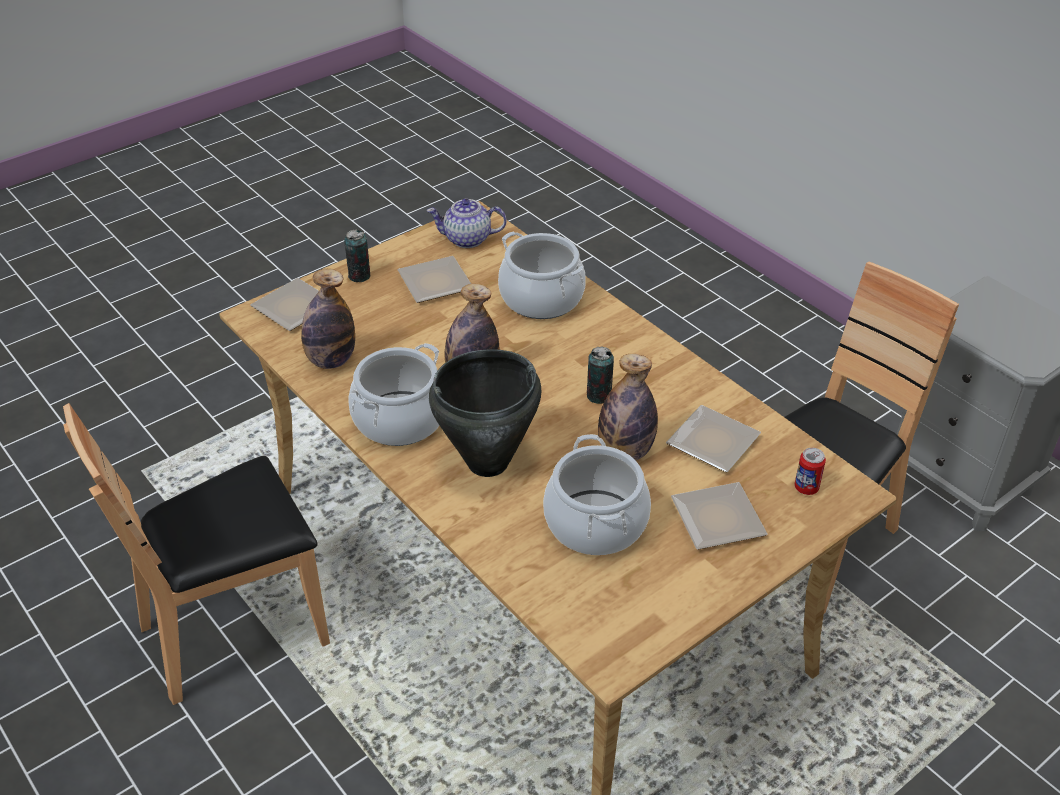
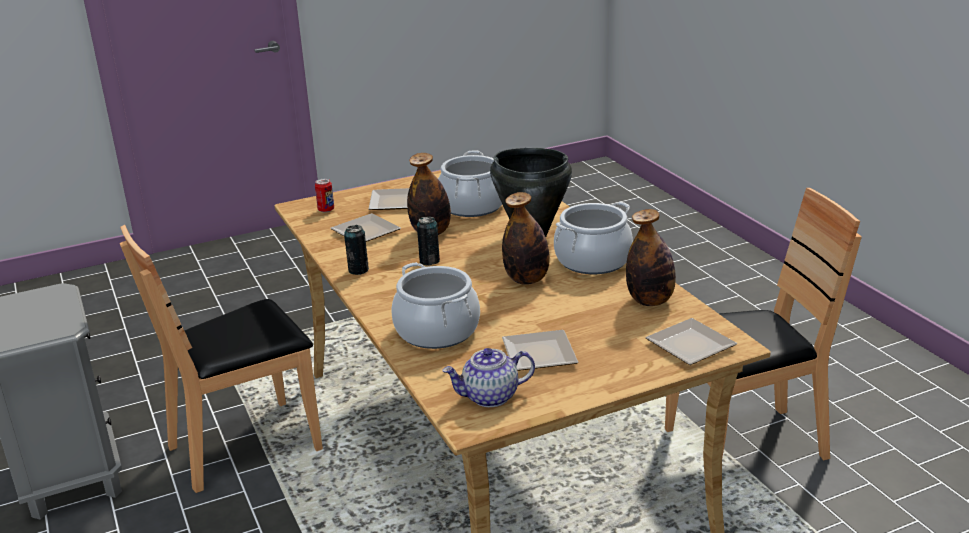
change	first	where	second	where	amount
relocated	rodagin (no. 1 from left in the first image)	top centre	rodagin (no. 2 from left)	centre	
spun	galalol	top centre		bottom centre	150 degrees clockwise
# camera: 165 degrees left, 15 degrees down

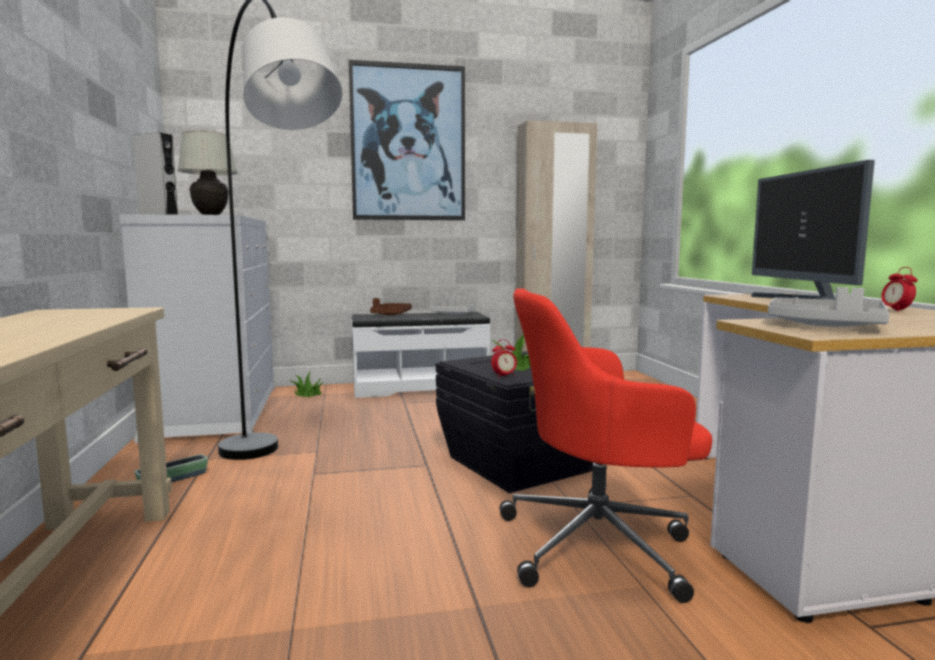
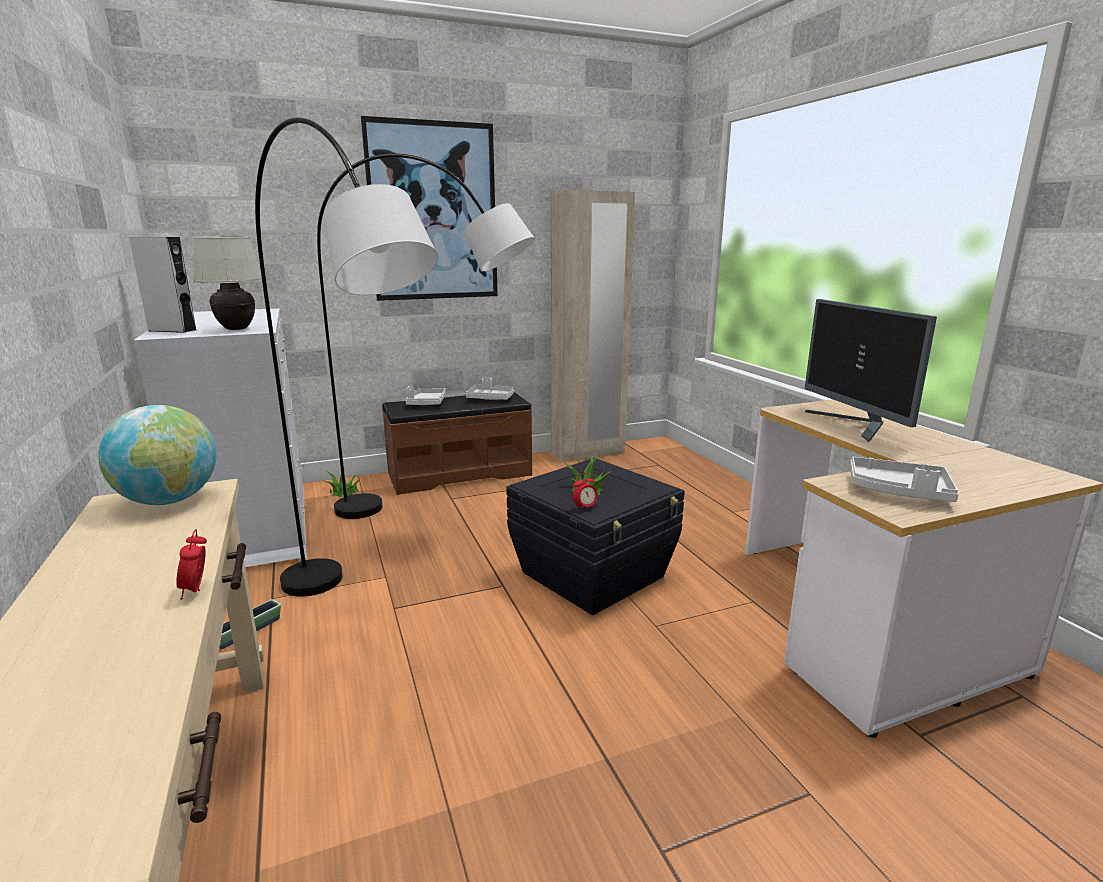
change	first	where	second	where	amount
appeared			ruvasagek	middle left	
relocated	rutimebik (no. 2 from left in the first image)	middle right	rutimebik (no. 1 from left)	middle left	
appeared			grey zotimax (no. 2 from left)	centre	
colour	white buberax	centre	brown buberax	centre	
colour	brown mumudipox	centre	grey mumudipox (no. 1 from left)	centre	
missing	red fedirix	bottom centre			
# camera: 10 degrees left, 10 degrees up

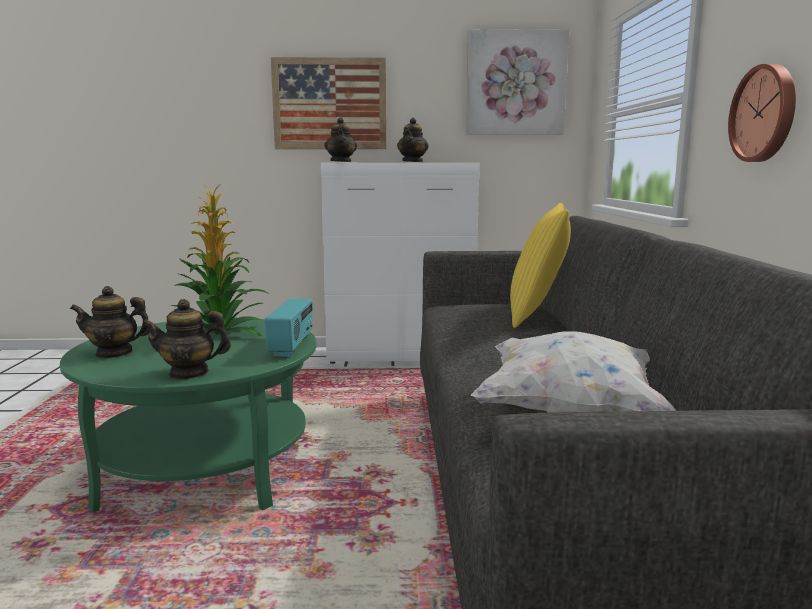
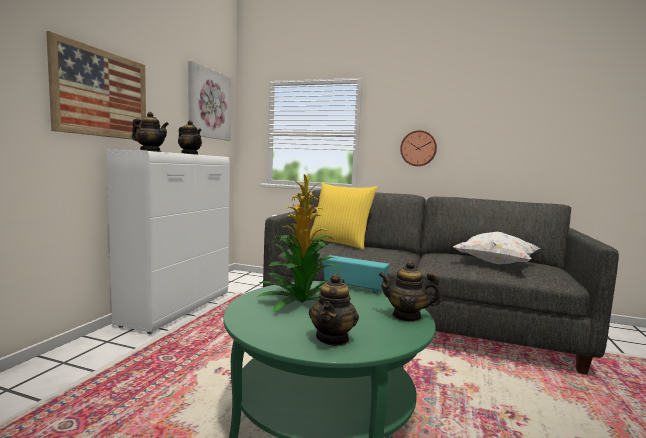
change	first	where	second	where	amount
spun	galalol (no. 2 from left in the first image)	middle left	galalol (no. 4 from left)	centre	90 degrees clockwise
# camera: 70 degrees left, 5 degrees down

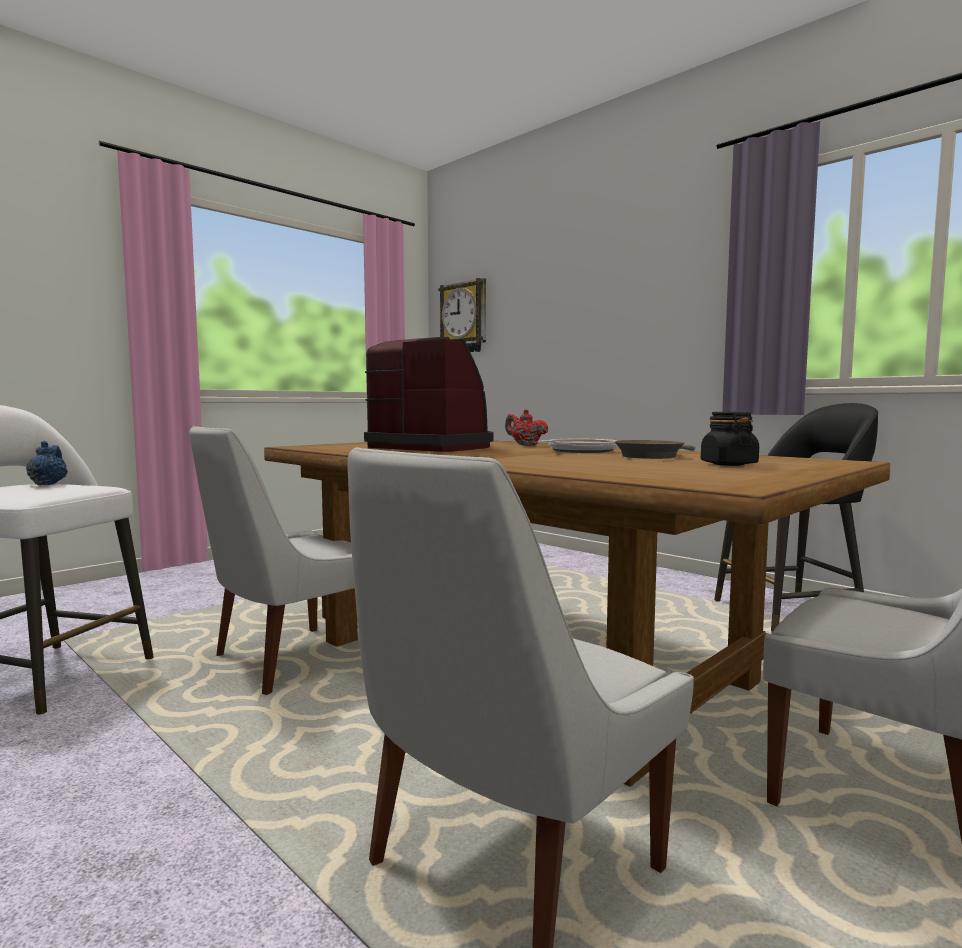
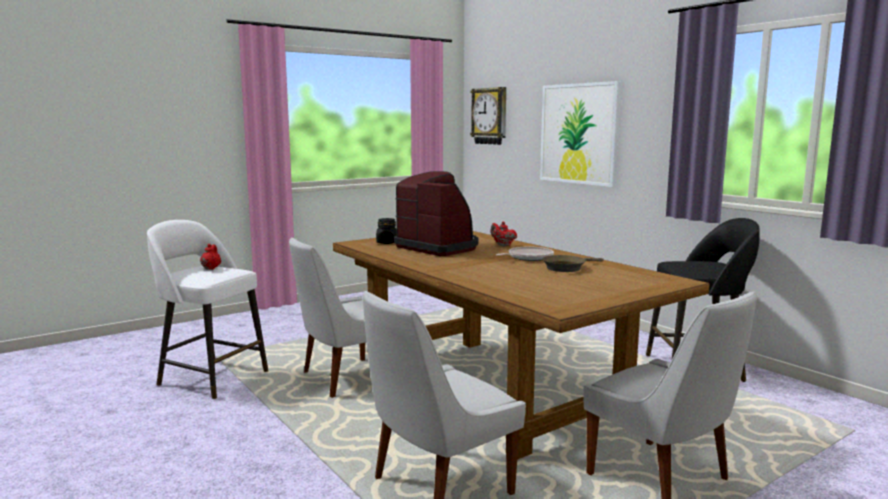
change	first	where	second	where	amount
colour	blue galalol	middle left	red galalol (no. 1 from left)	middle left	
relocated	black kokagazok	middle right		centre	
appeared			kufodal	top centre	
# camera: 10 degrees right, 5 degrees up

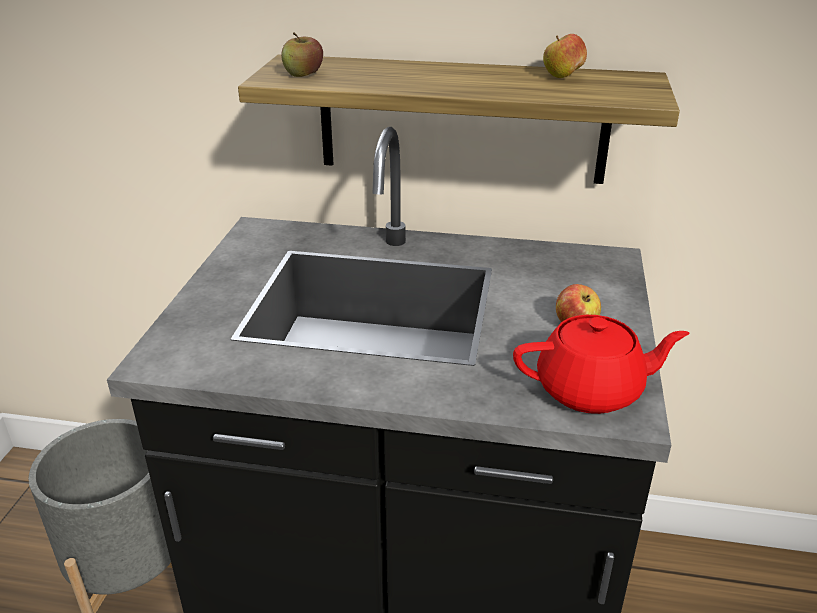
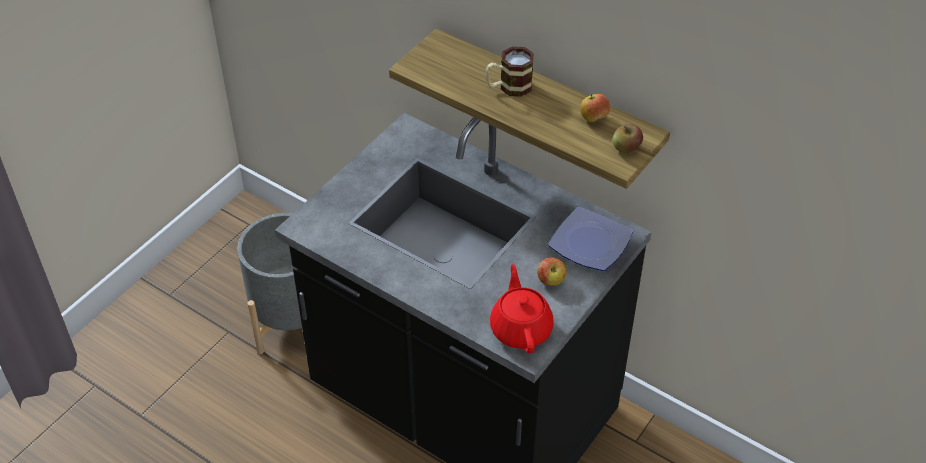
change	first	where	second	where	amount
appeared			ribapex	top centre	
spun	red galalol	middle right		centre	120 degrees counterclockwise
appeared			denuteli	centre	
relocated	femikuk (no. 1 from left in the first image)	top centre	femikuk (no. 3 from left)	top right	
# camera: 25 degrees right, 15 degrees up

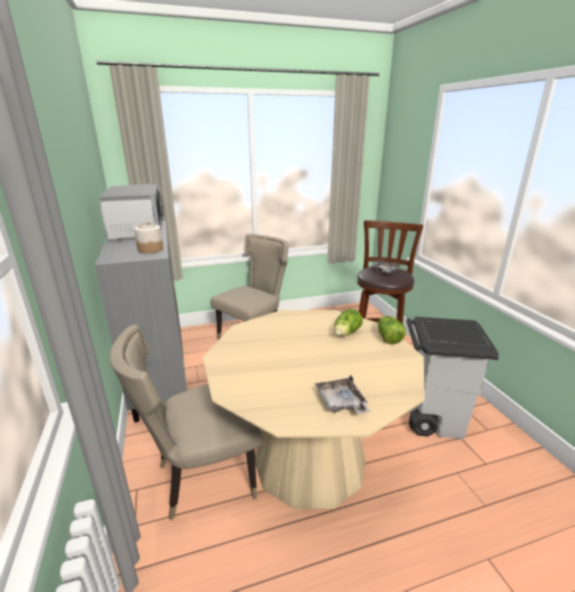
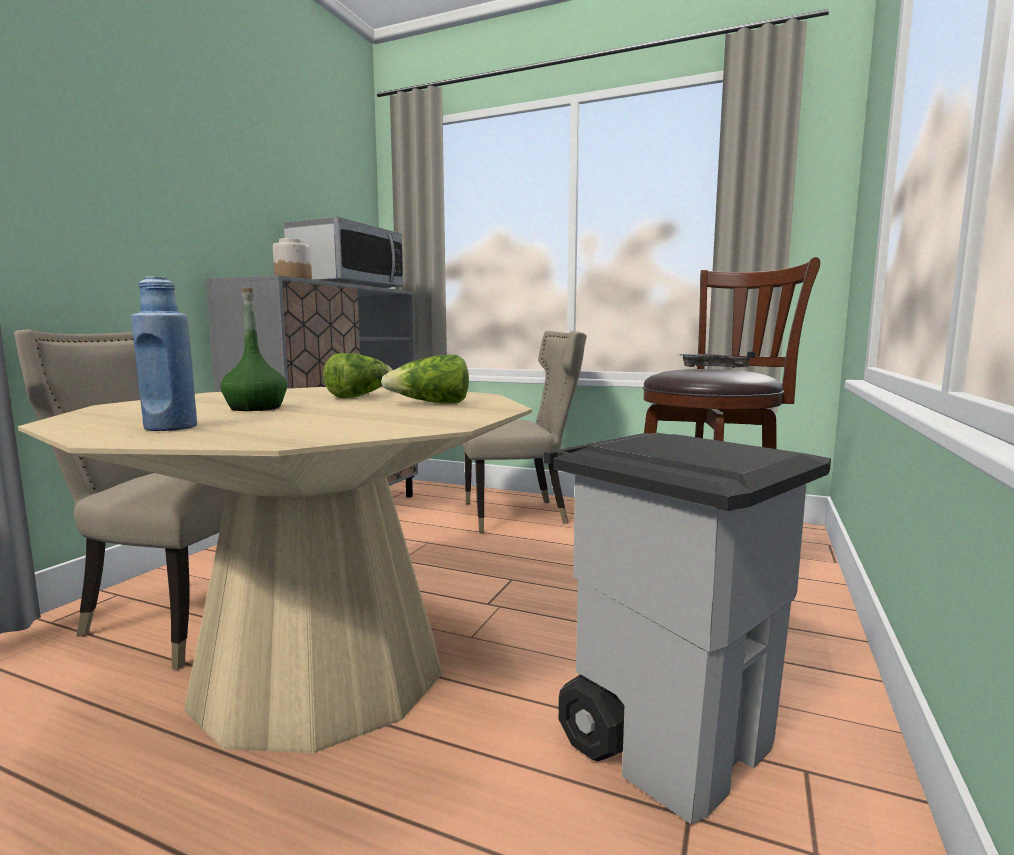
change	first	where	second	where	amount
exchanged	grey mumudipox (no. 1 from left)	centre	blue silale	middle left	
appeared			green silale	middle left	
relocated	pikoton (no. 2 from left in the first image)	middle right	pikoton (no. 1 from left)	centre	
# camera: 40 degrees right, 15 degrees down

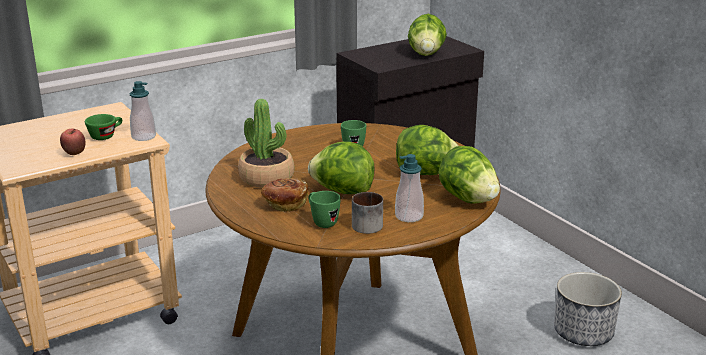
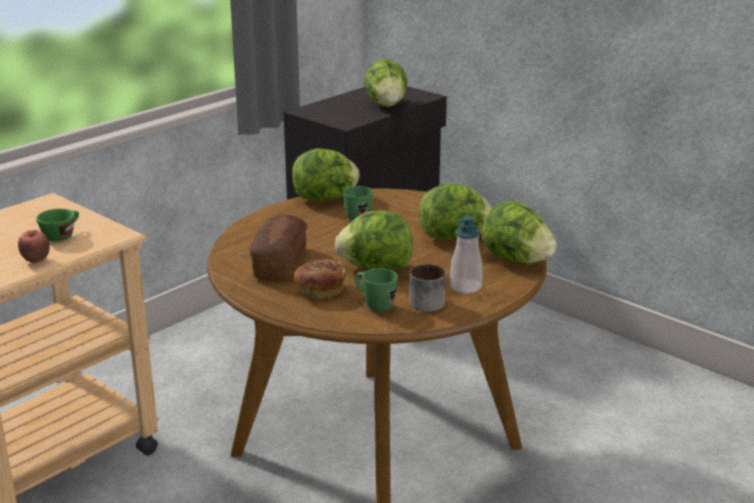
change	first	where	second	where	amount
exchanged	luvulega	centre	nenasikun (no. 1 from left)	centre	
appeared			pikoton (no. 1 from left)	centre	
missing	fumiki (no. 1 from left)	top left			
missing	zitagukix	bottom right			
# camera: 15 degrees left, 0 degrees up

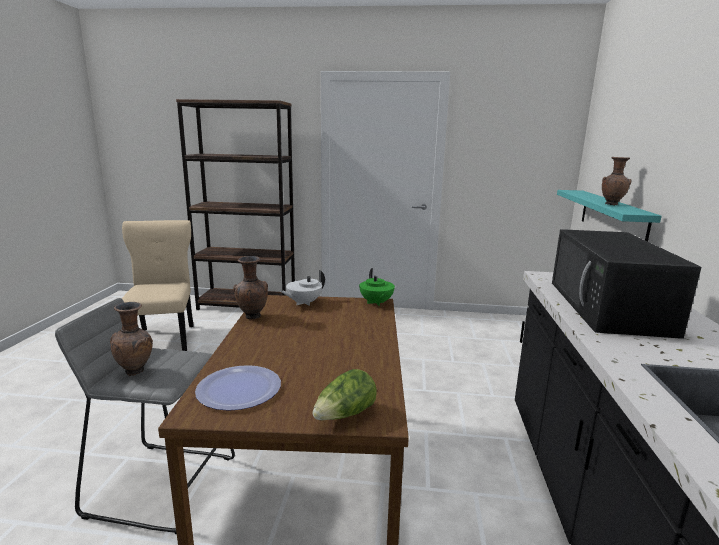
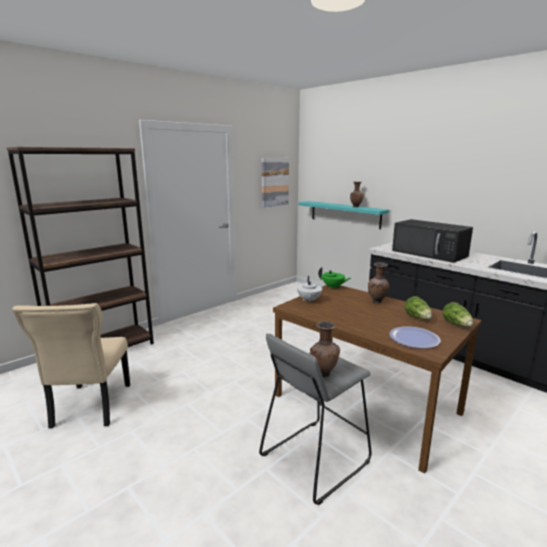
change	first	where	second	where	amount
spun	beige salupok	middle left		bottom left	120 degrees counterclockwise
appeared			kufodal	top centre	
relocated	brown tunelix (no. 2 from left in the first image)	centre	brown tunelix (no. 3 from left)	middle right	
appeared			pikoton (no. 1 from left)	middle right	
# camera: 50 degrees left, 0 degrees up

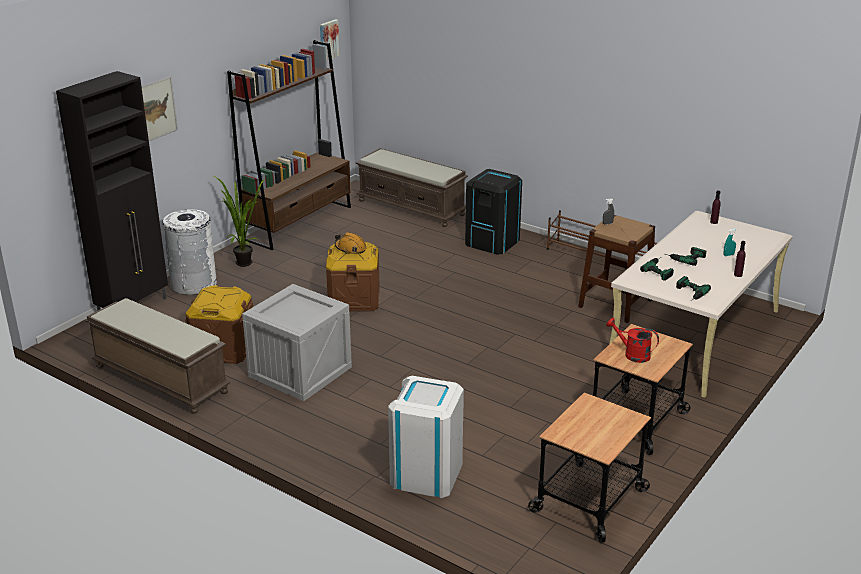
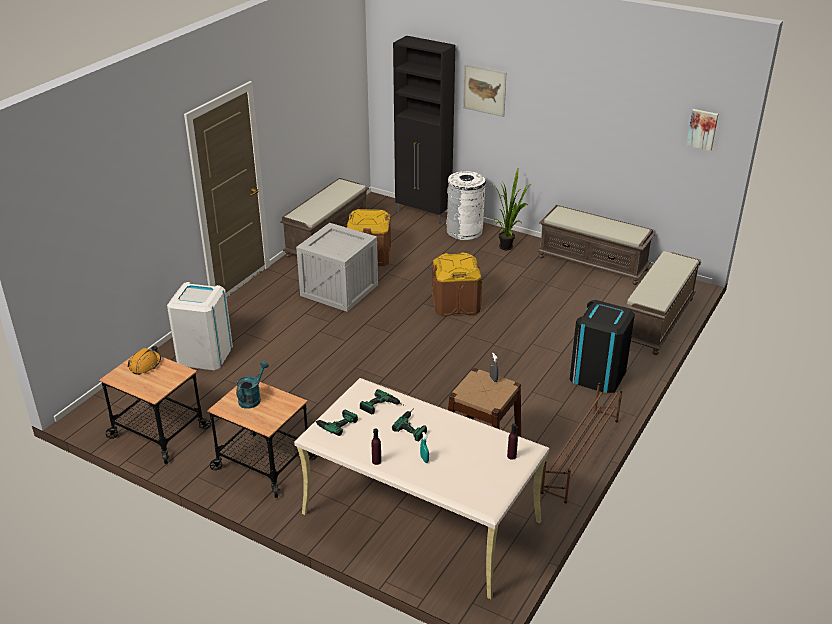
change	first	where	second	where	amount
relocated	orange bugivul	centre		middle left	
colour	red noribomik	middle right	turquoise noribomik	middle left	
exchanged	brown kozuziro	top centre	brown buberax (no. 2 from left)	middle right	
# camera: 85 degrees right, 5 degrees up

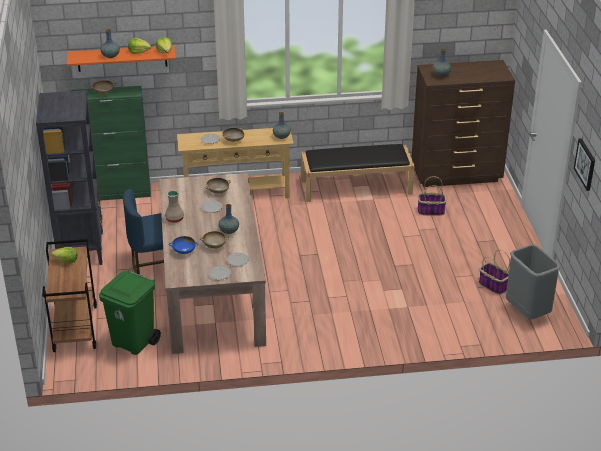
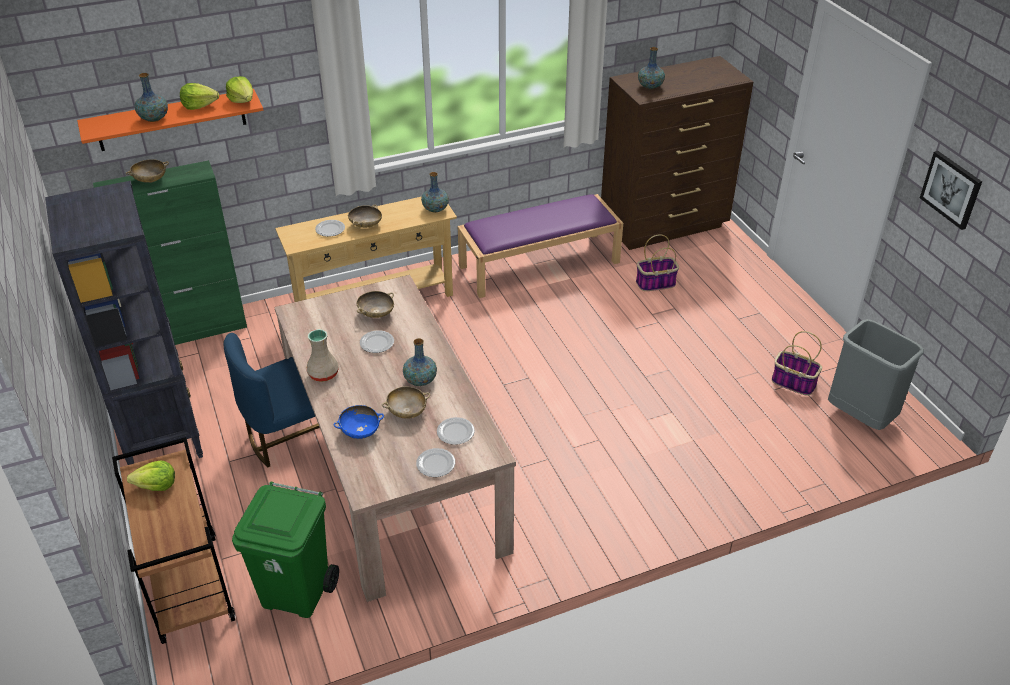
change	first	where	second	where	amount
colour	black buberax	centre	purple buberax	centre	
# camera: 15 degrees left, 5 degrees up

